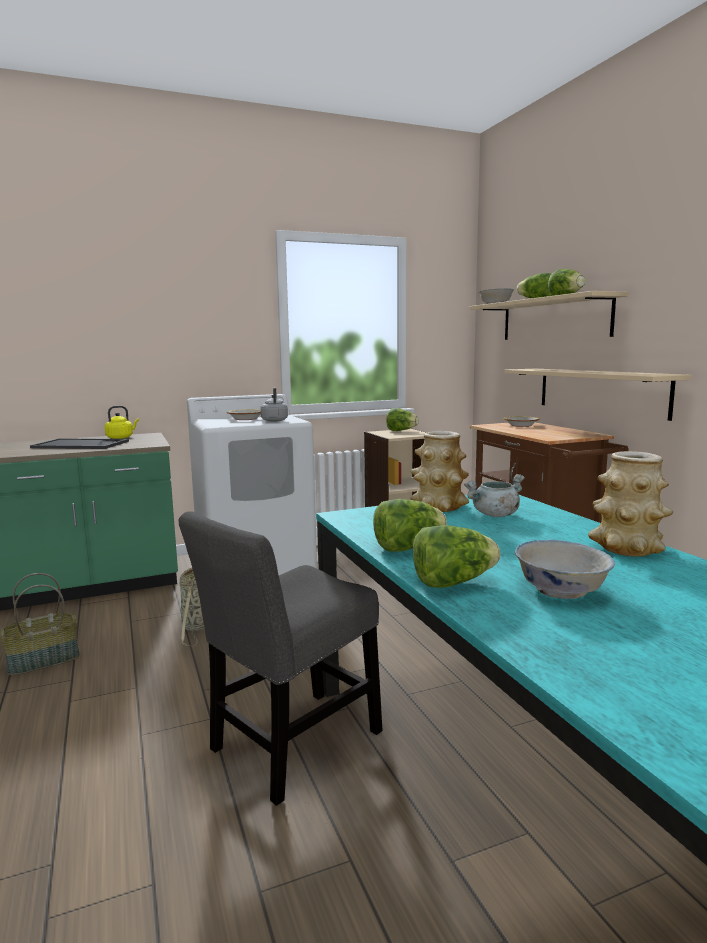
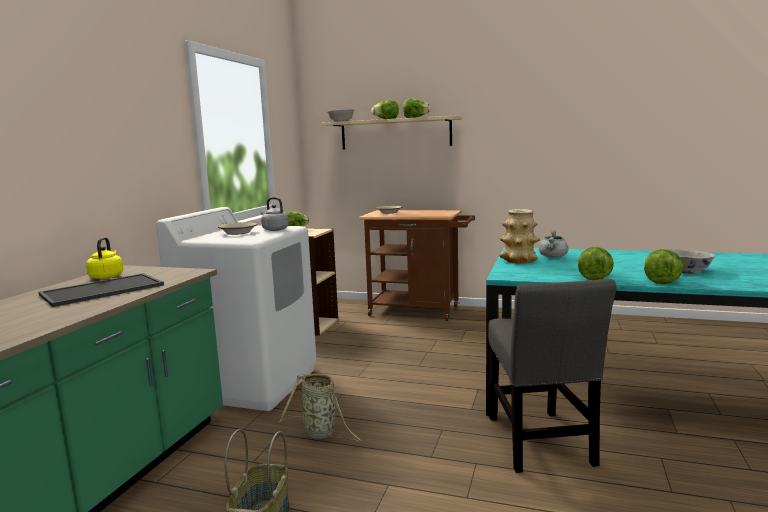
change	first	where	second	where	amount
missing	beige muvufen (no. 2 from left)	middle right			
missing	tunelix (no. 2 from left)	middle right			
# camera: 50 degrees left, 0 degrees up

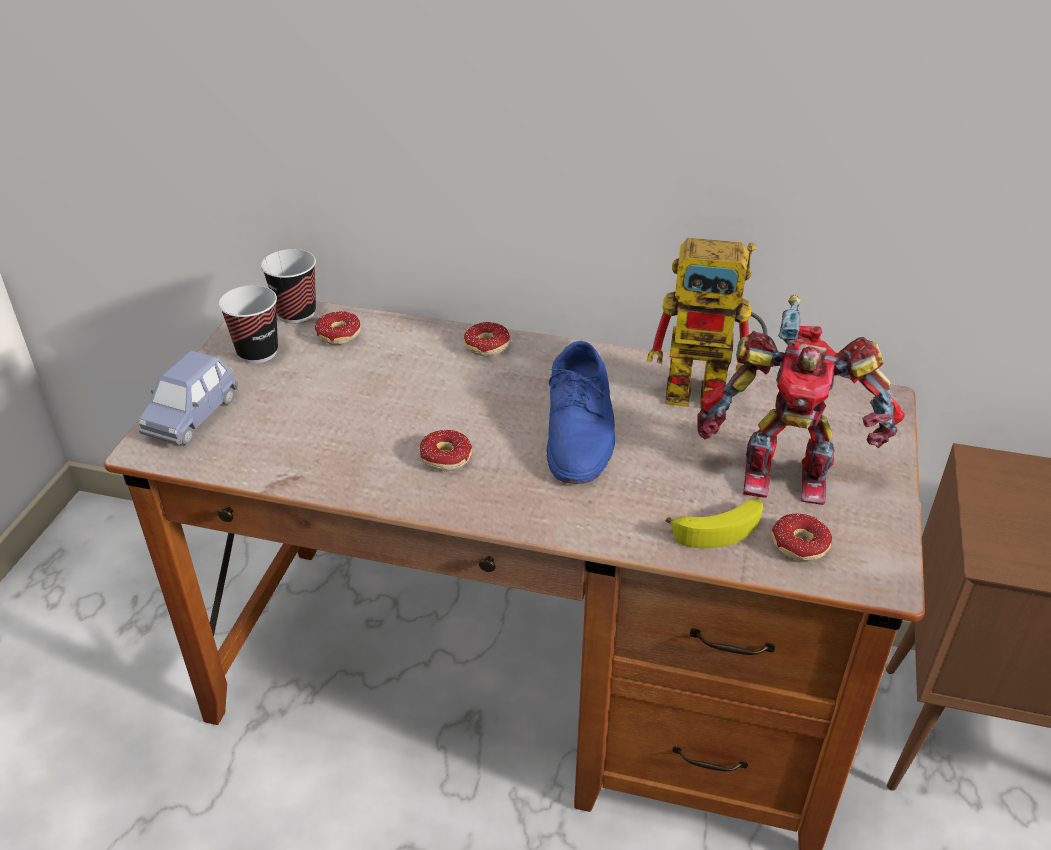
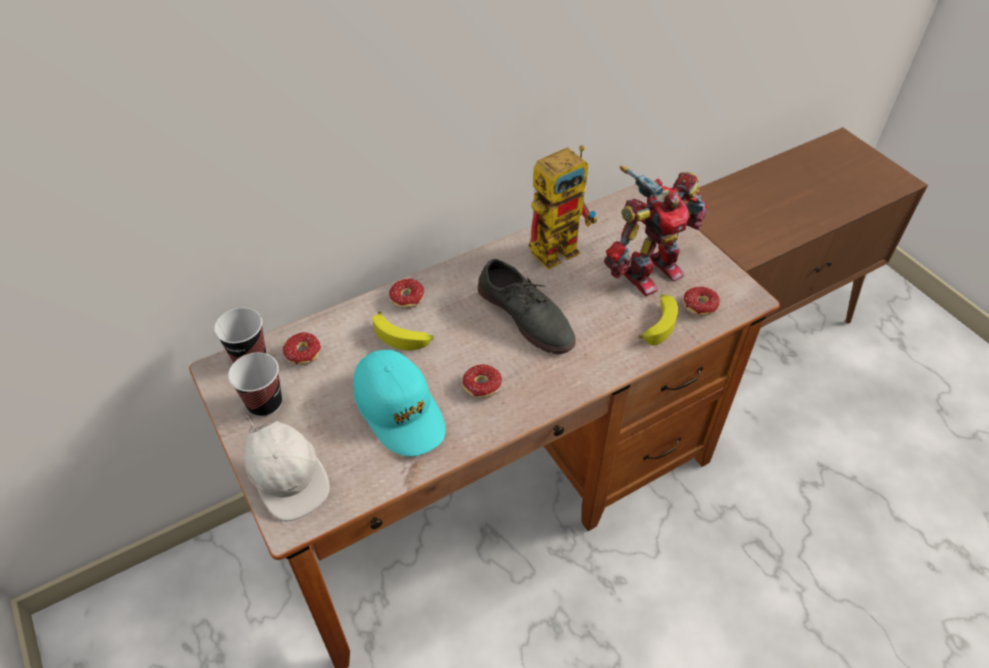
change	first	where	second	where	amount
exchanged	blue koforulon	middle left	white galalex	bottom left	
appeared			turquoise galalex	centre	
appeared			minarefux (no. 1 from left)	centre	
colour	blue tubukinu	centre	grey tubukinu	centre	
# camera: 45 degrees left, 10 degrees up

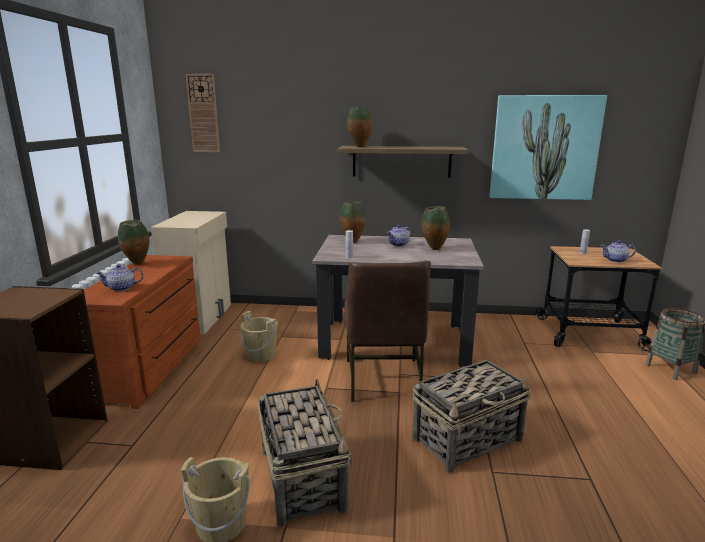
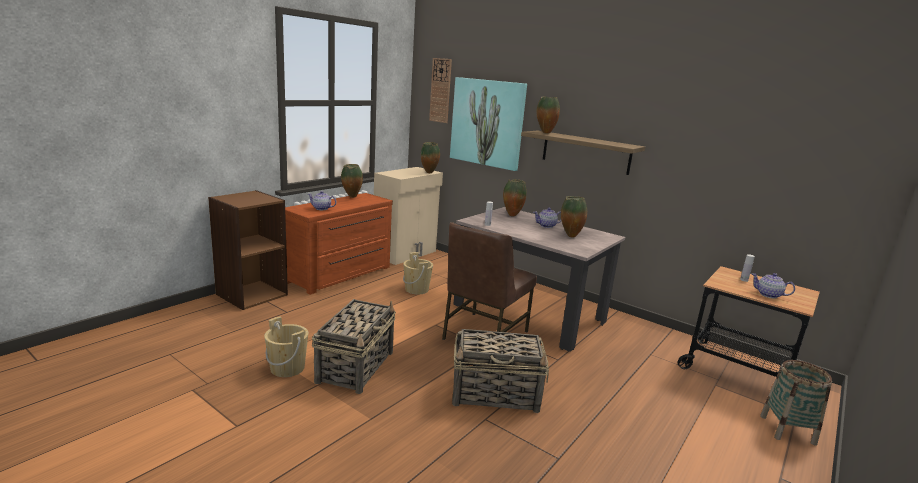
change	first	where	second	where	amount
appeared			tunelix (no. 2 from left)	top centre	
relocated	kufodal	top right		top centre	
# camera: 30 degrees right, 0 degrees up

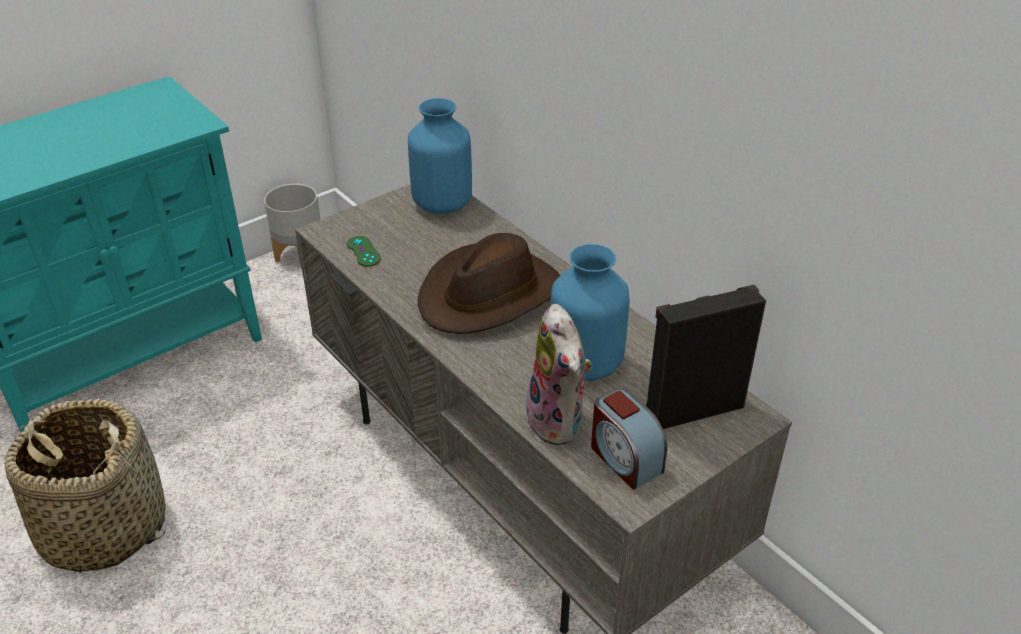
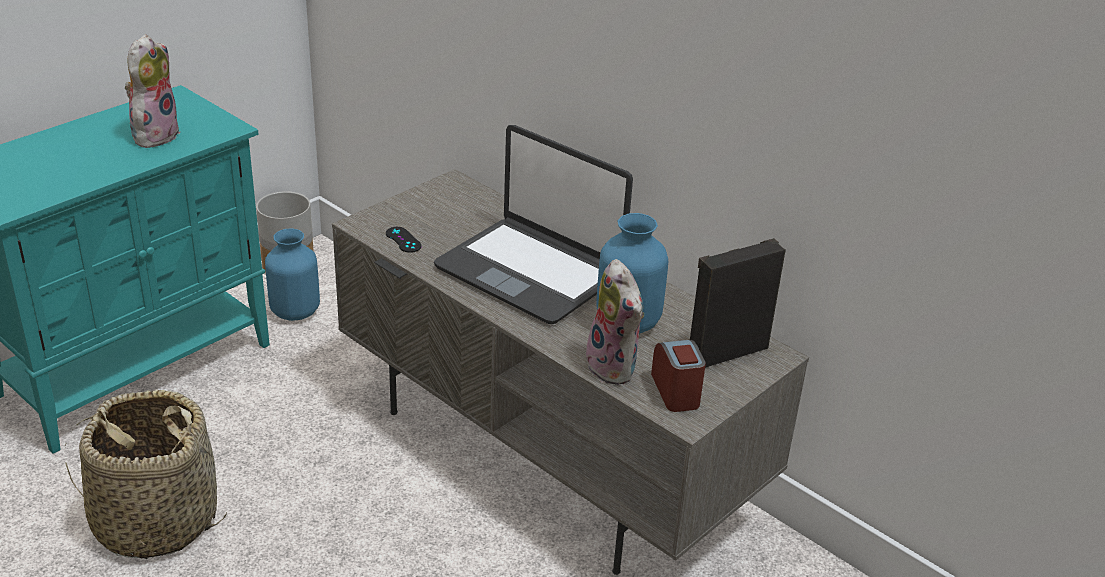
change	first	where	second	where	amount
appeared			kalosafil (no. 1 from left)	top left	
relocated	blue tunelix (no. 1 from left)	top centre		middle left	
colour	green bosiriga	centre	black bosiriga	centre	
exchanged	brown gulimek	centre	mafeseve	centre	
spun	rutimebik	bottom centre		centre	150 degrees counterclockwise
# camera: 10 degrees left, 5 degrees down

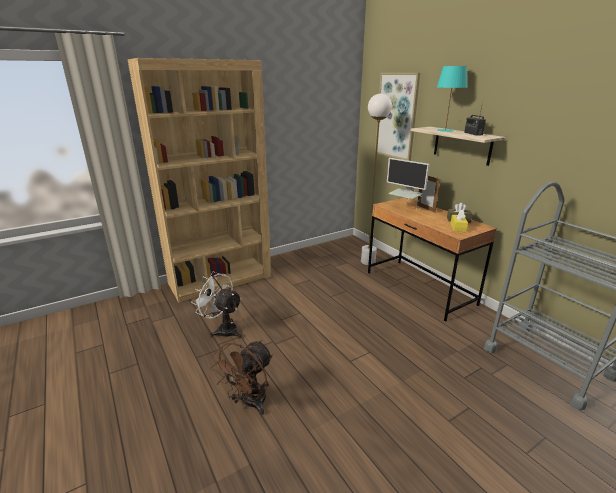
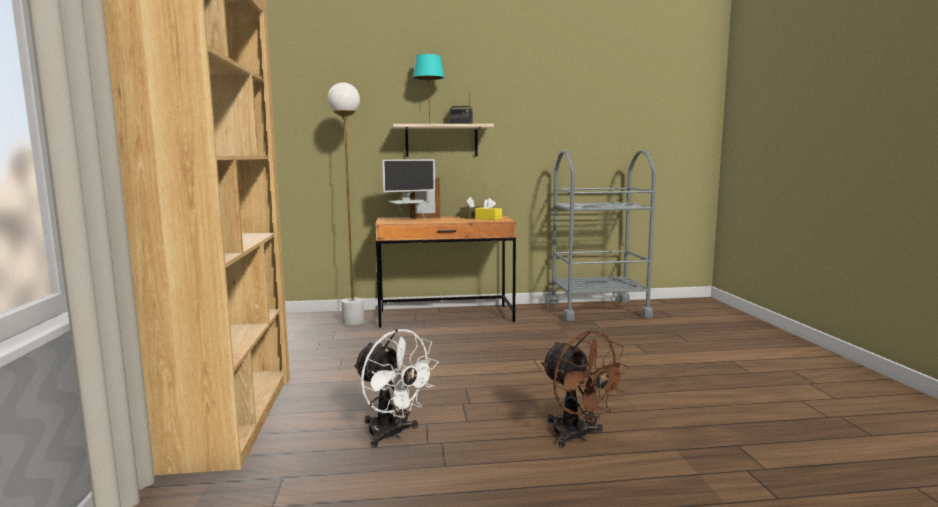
change	first	where	second	where	amount
spun	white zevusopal	centre		bottom centre	105 degrees counterclockwise
missing	kufodal	top centre			
# camera: 65 degrees left, 15 degrees down

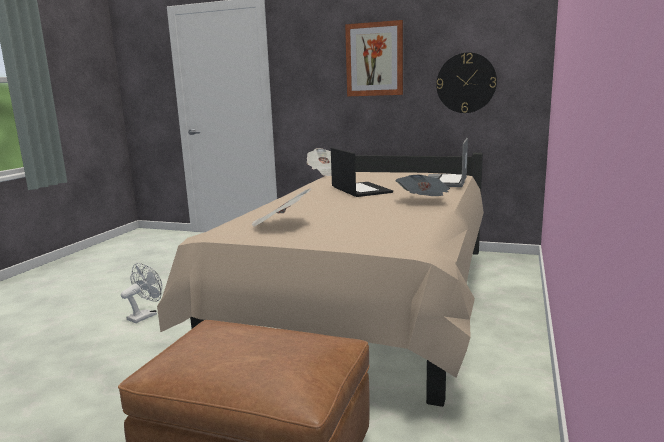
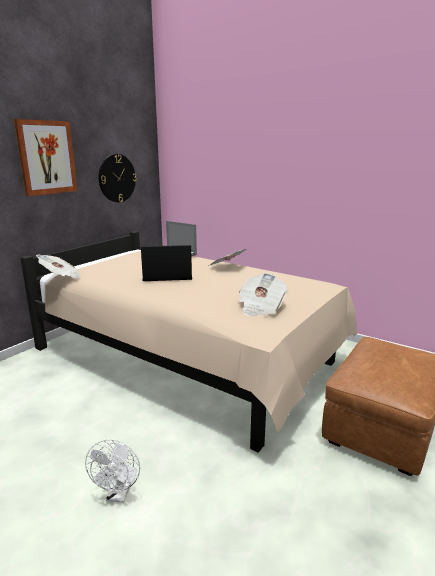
change	first	where	second	where	amount
spun	white zevusopal	middle left		bottom left	135 degrees counterclockwise
# camera: 75 degrees left, 5 degrees up

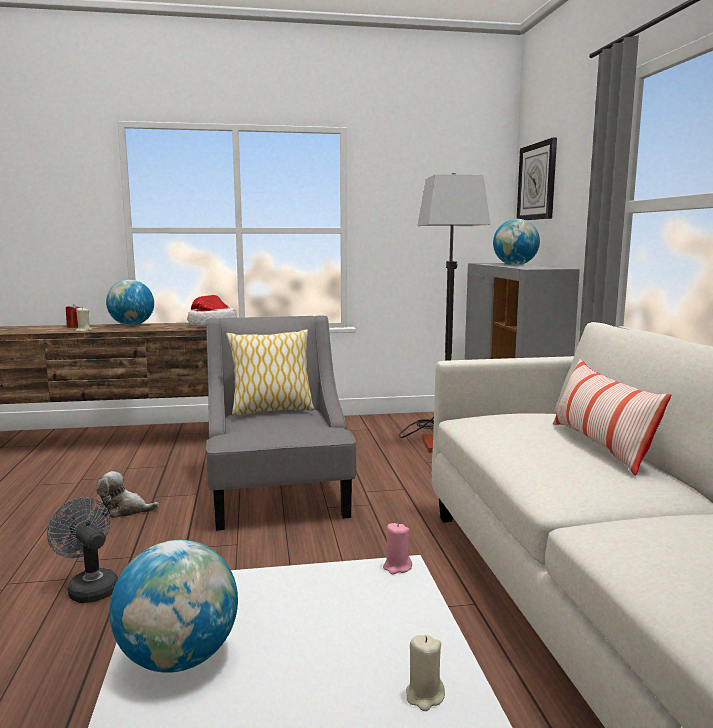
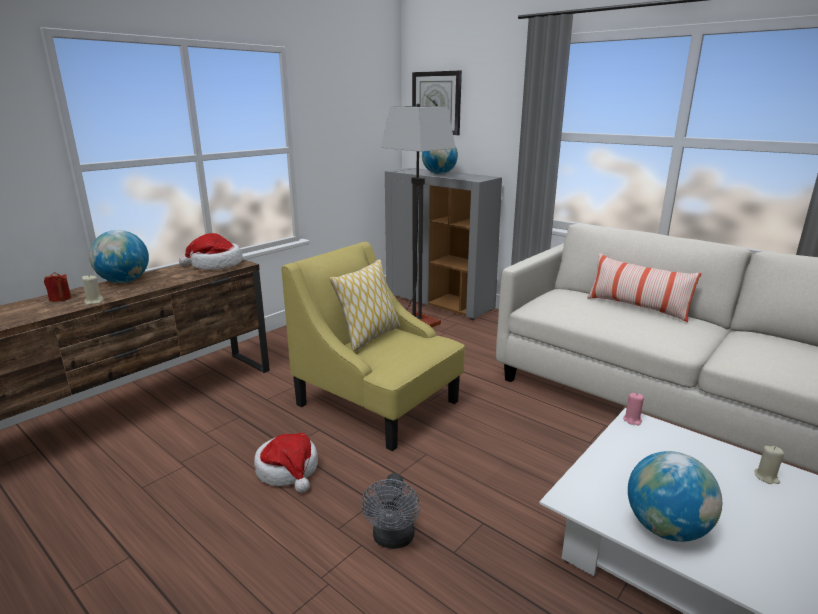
change	first	where	second	where	amount
exchanged	kalosafil	bottom left	gulimek (no. 2 from left)	bottom centre	
colour	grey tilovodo	centre	yellow tilovodo	centre	
spun	grey zevusopal	bottom left		bottom centre	90 degrees counterclockwise
# camera: 40 degrees left, 10 degrees up

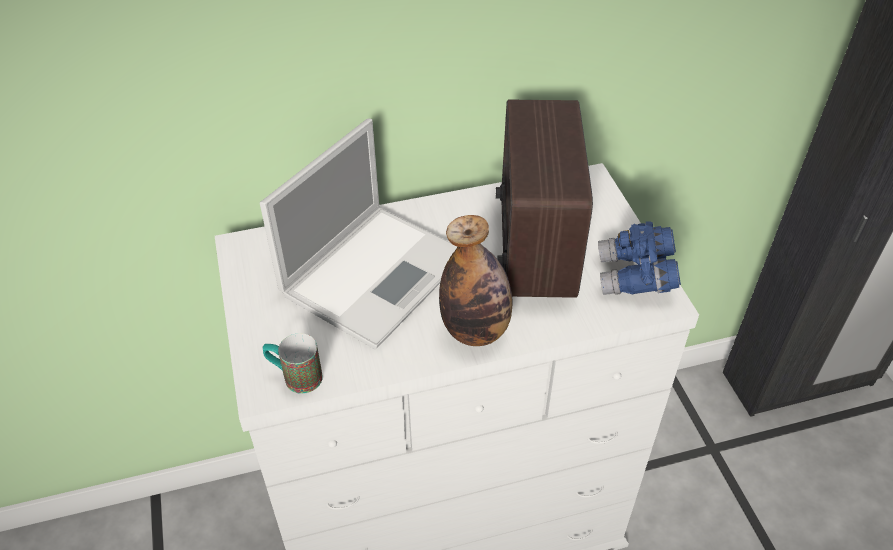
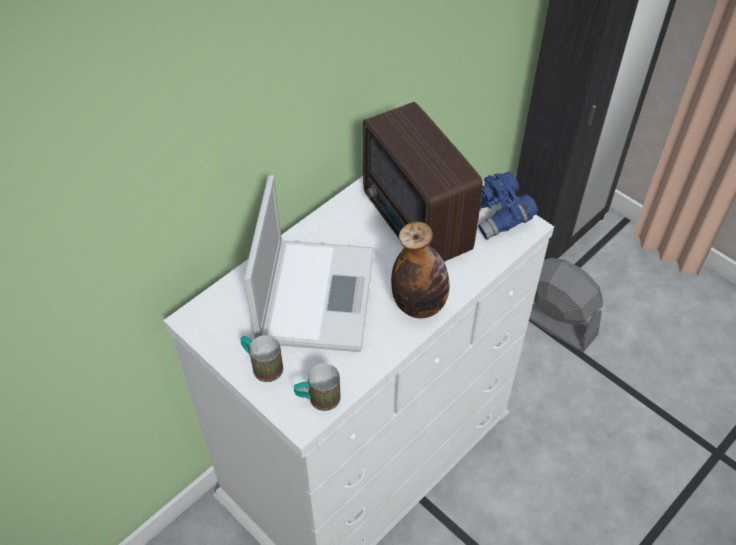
change	first	where	second	where	amount
appeared			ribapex (no. 1 from left)	centre	
appeared			grey zevusopal	middle right	
# camera: 30 degrees left, 5 degrees up

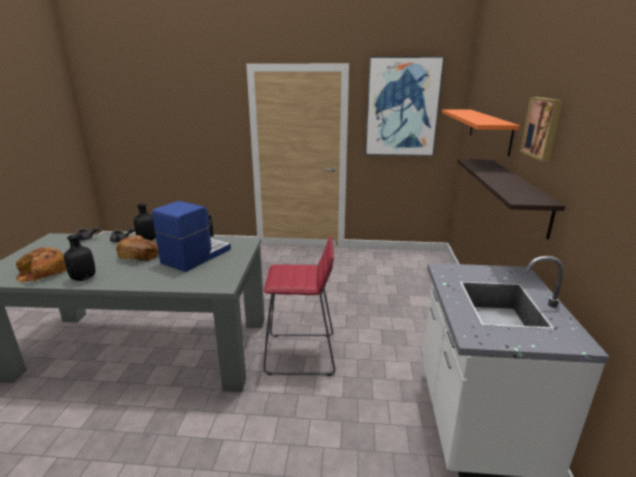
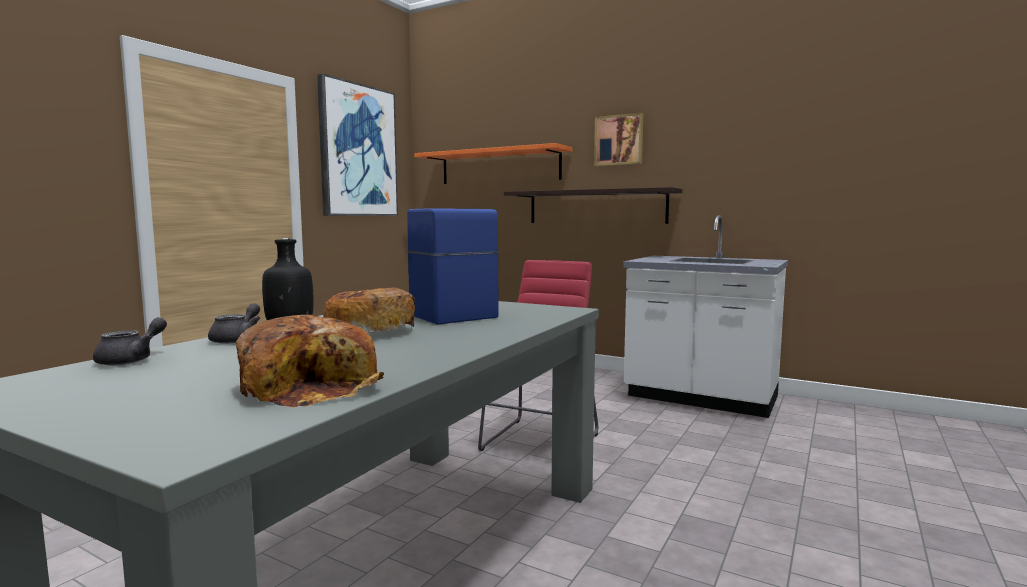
change	first	where	second	where	amount
missing	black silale (no. 1 from left)	middle left			
# camera: 65 degrees left, 15 degrees down

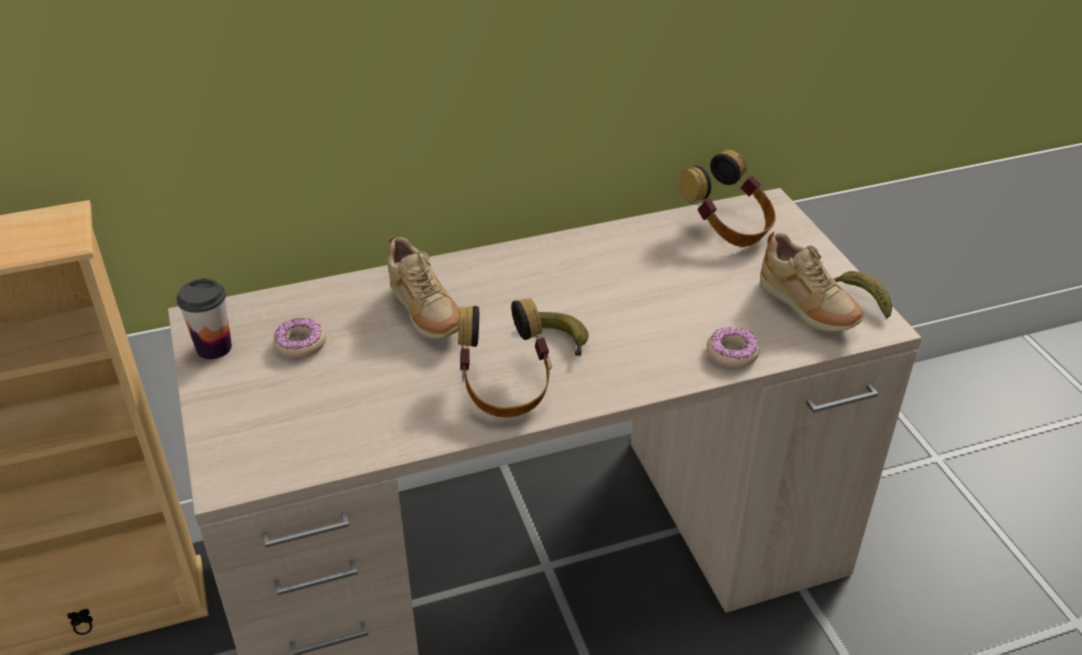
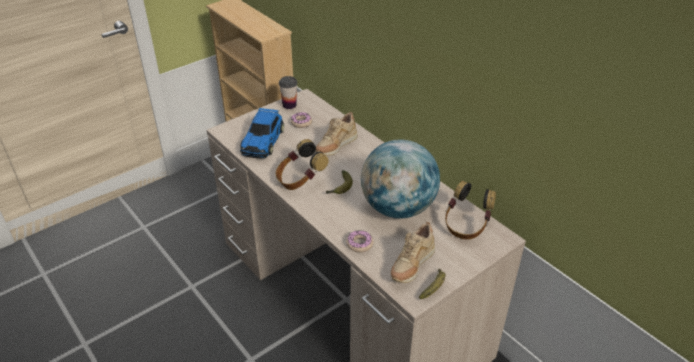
change	first	where	second	where	amount
appeared			koforulon	centre	
appeared			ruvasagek	centre	
# camera: 70 degrees right, 0 degrees up

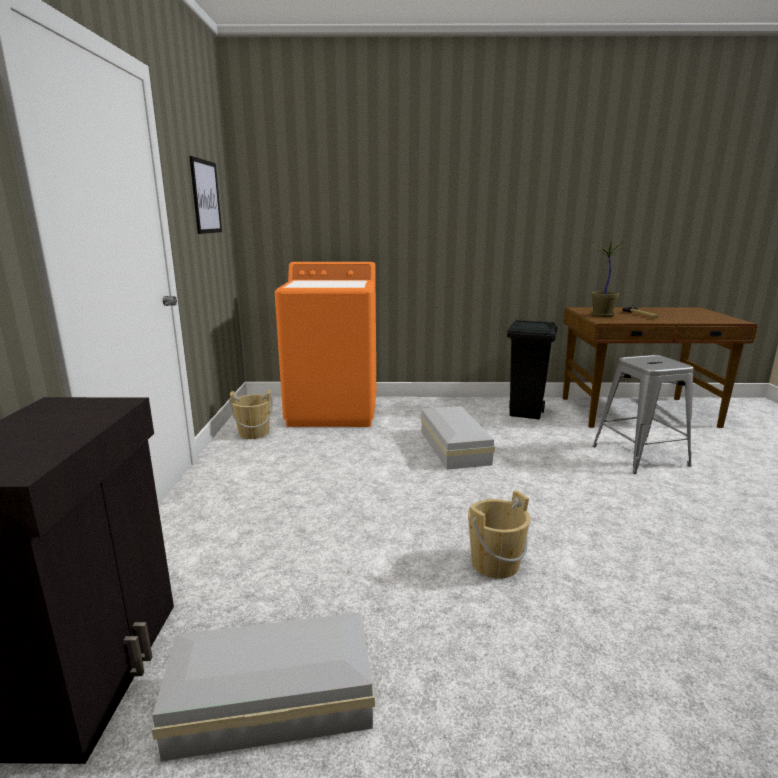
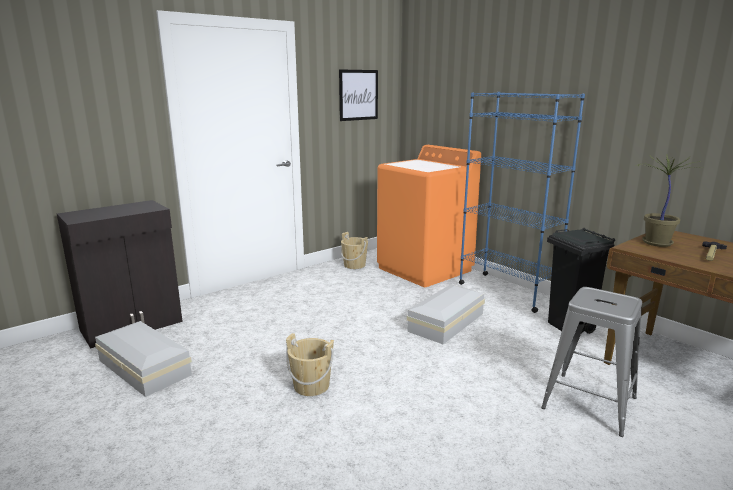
change	first	where	second	where	amount
appeared			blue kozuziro	middle right	
# camera: 50 degrees right, 0 degrees up

